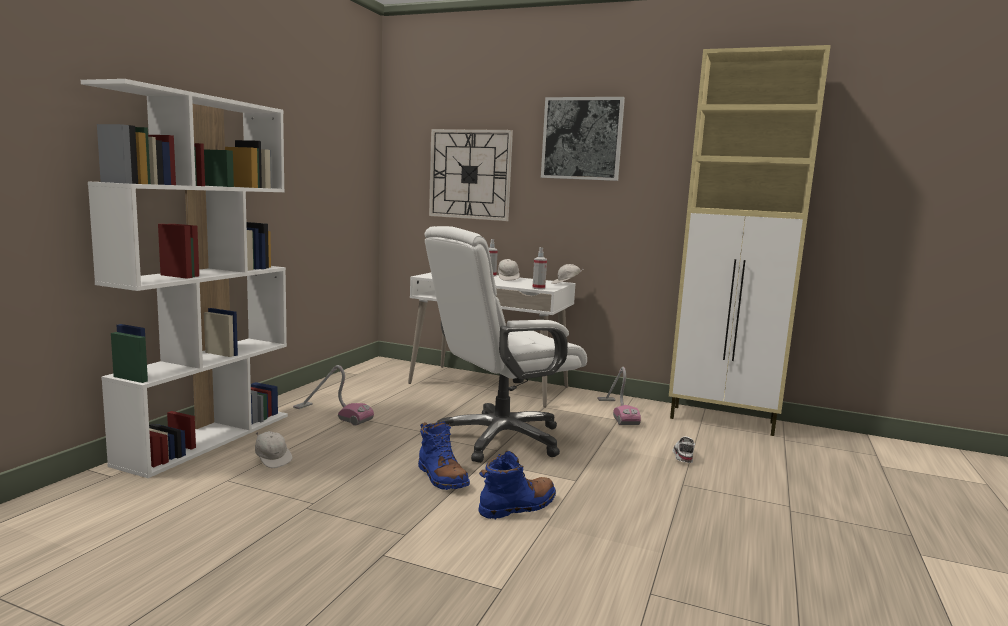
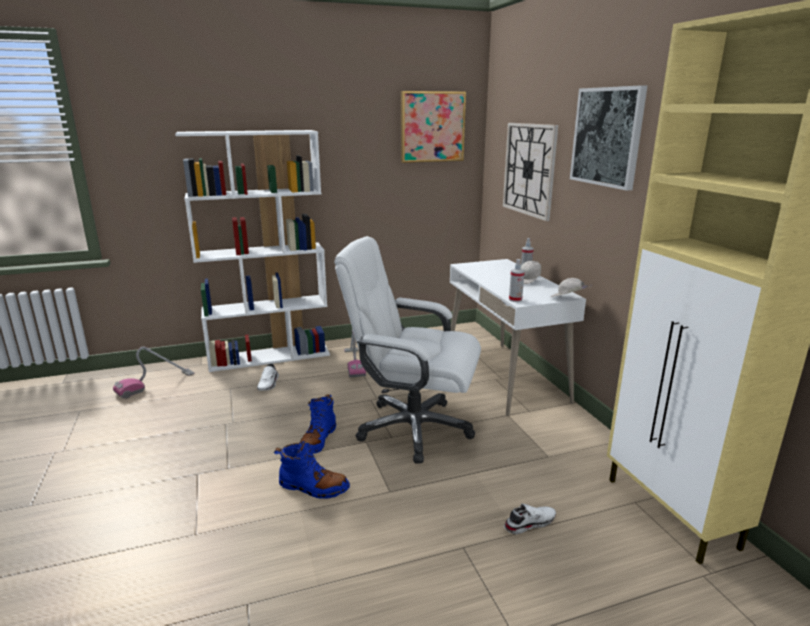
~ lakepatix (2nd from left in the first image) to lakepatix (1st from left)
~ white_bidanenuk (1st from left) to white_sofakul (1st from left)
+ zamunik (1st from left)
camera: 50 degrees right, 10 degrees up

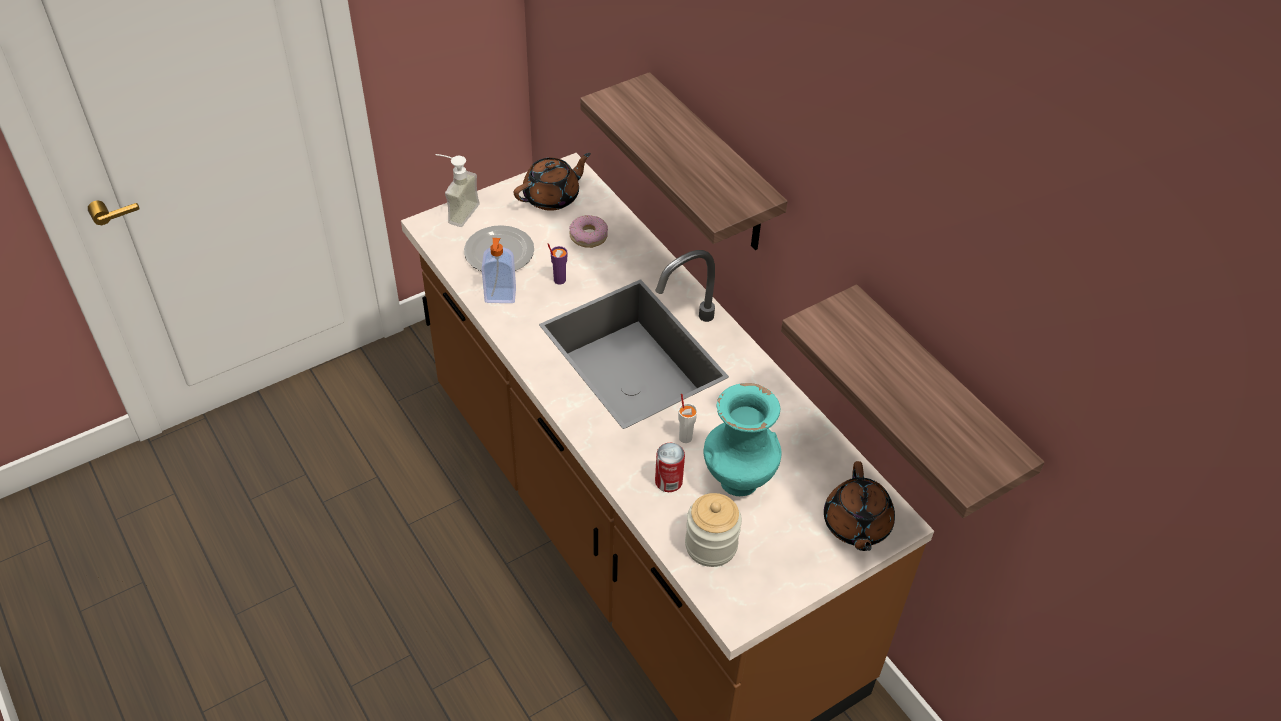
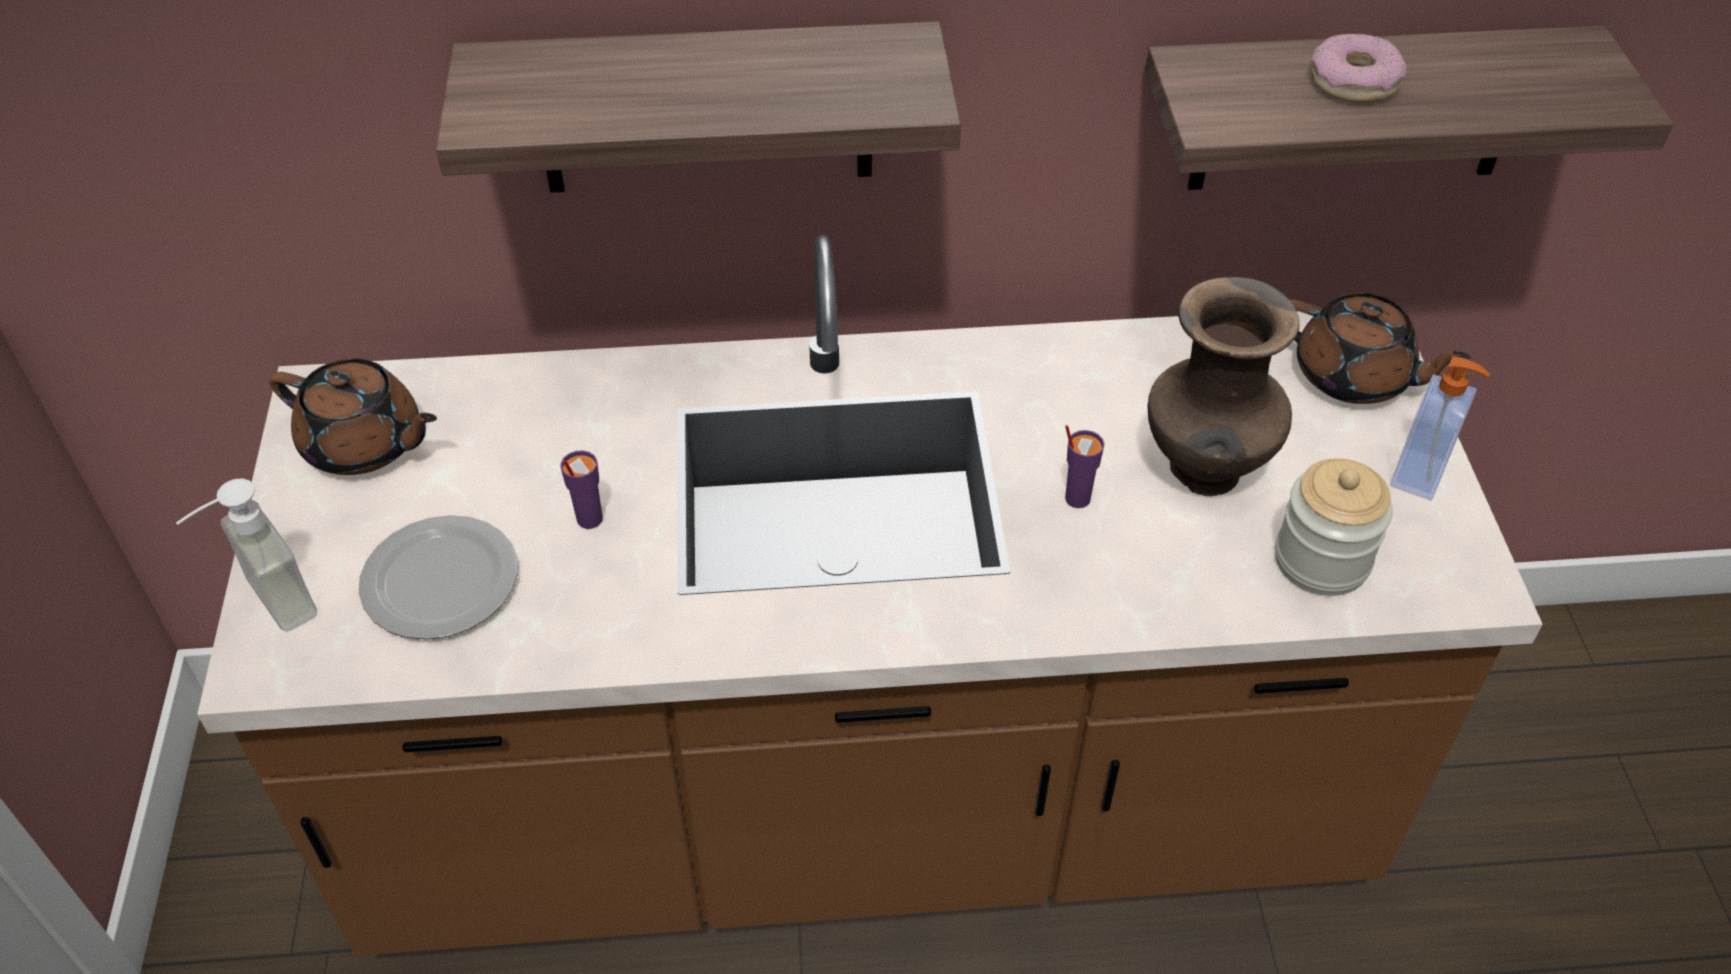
~ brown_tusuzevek (1st from left) 120 degrees clockwise
~ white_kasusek to purple_kasusek (2nd from left)
~ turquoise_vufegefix to brown_vufegefix
~ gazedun
~ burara (2nd from left)
- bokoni
camera: 60 degrees left, 0 degrees up

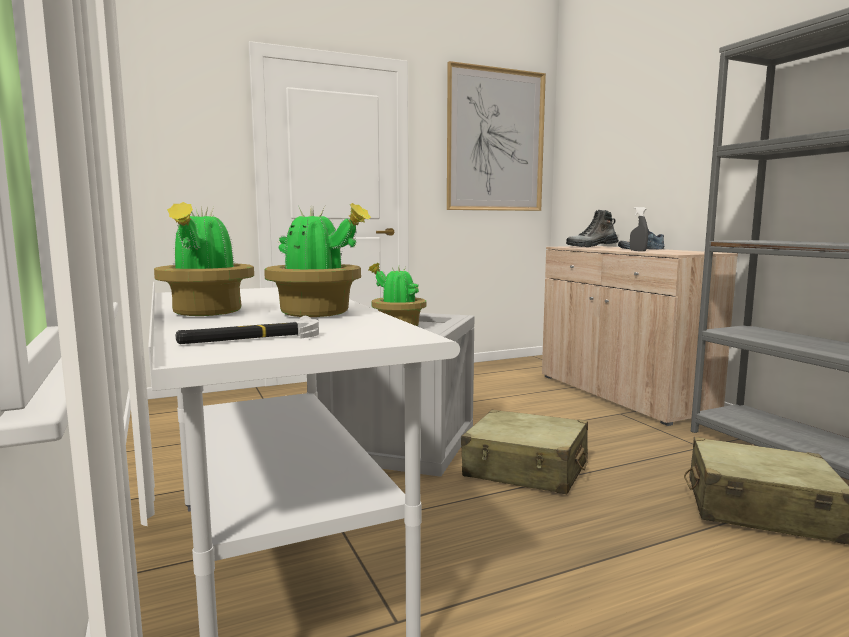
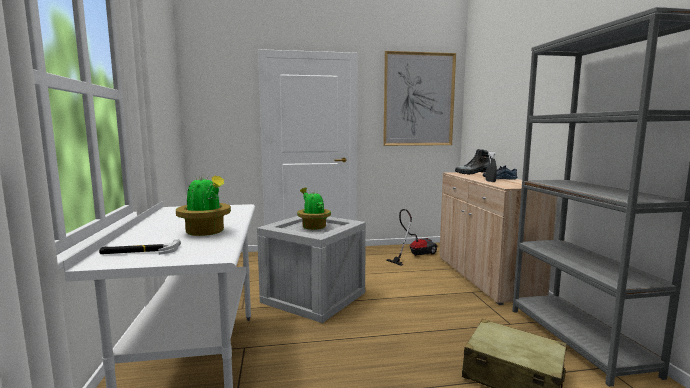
+ lakepatix
- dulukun (1st from left)
- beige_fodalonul (1st from left)
camera: 15 degrees right, 0 degrees up

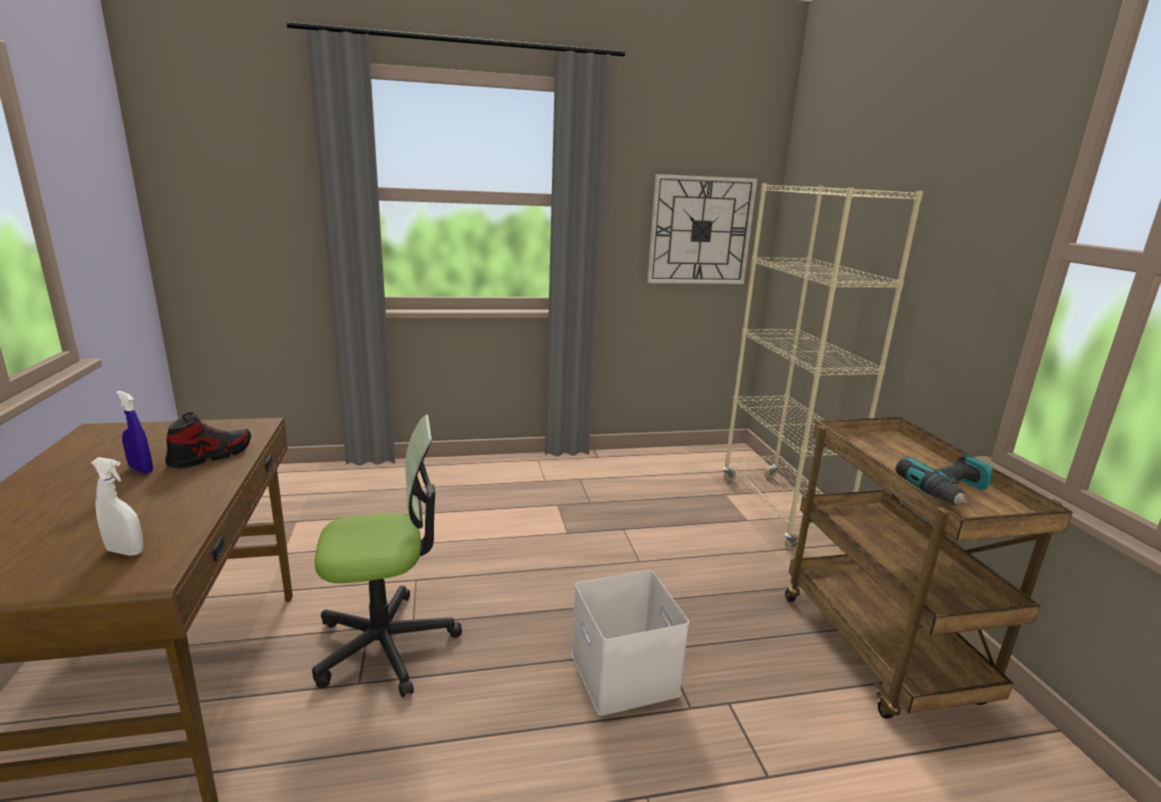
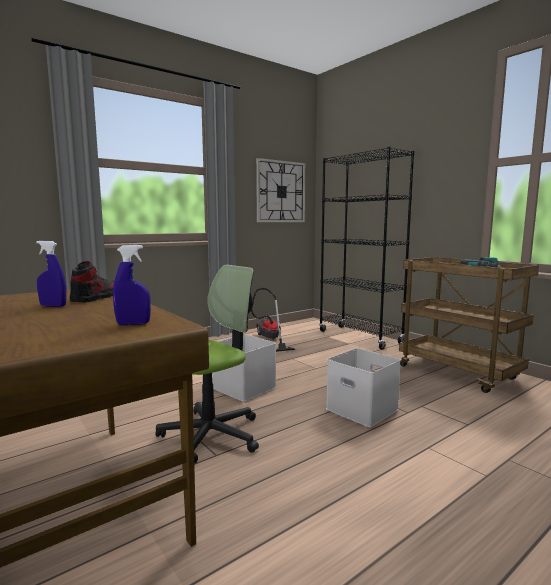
~ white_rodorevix to blue_rodorevix (2nd from left)
+ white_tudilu (1st from left)
+ lakepatix
~ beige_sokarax to black_sokarax
camera: 25 degrees left, 10 degrees down

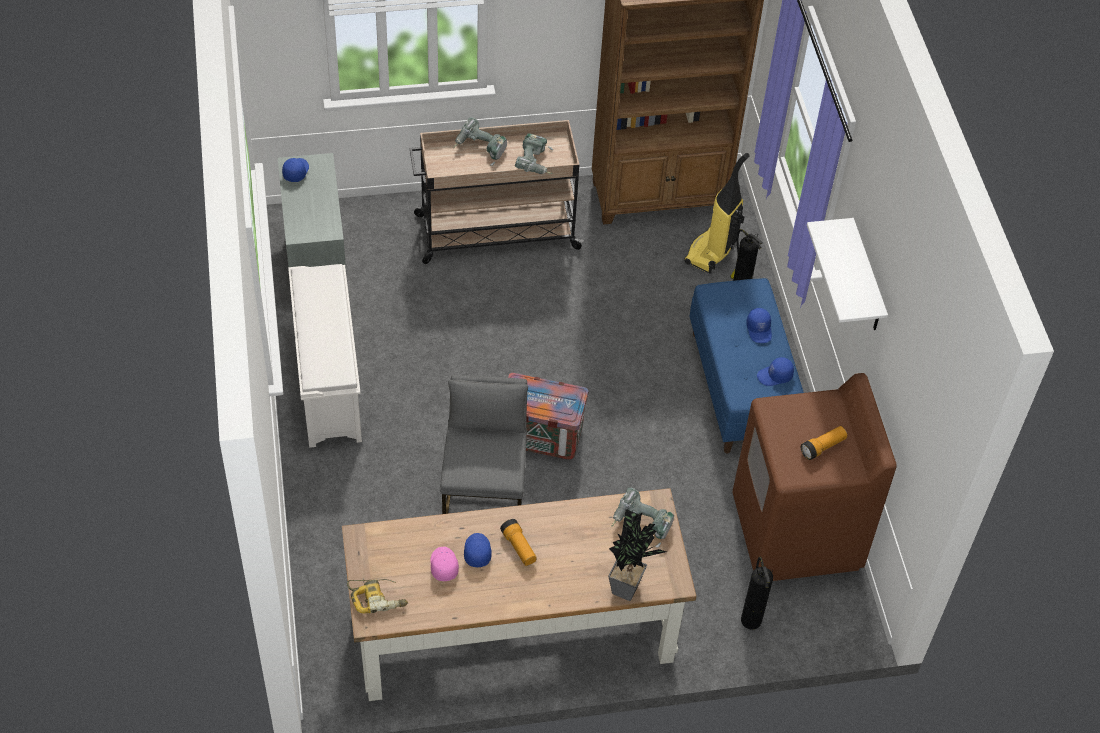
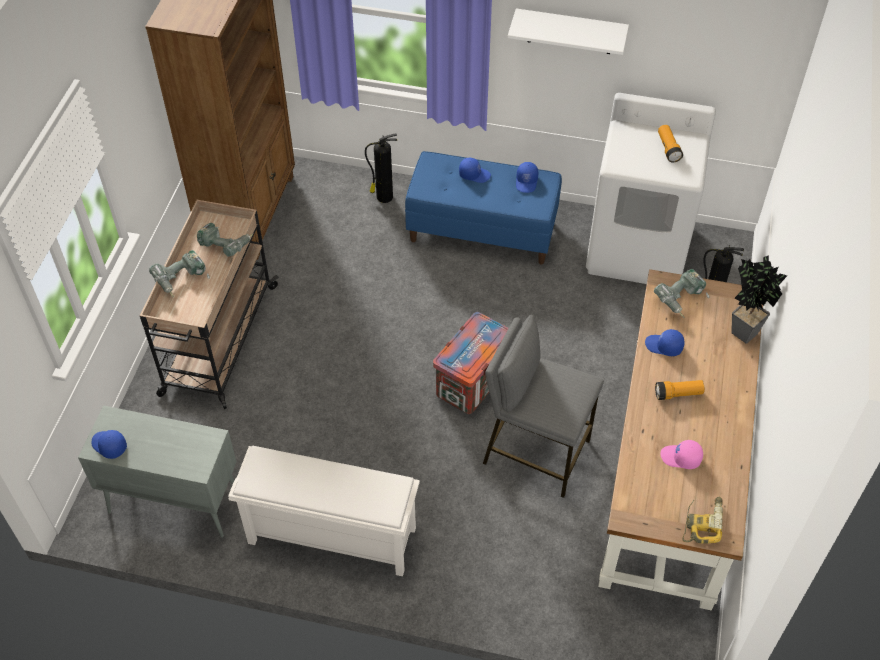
~ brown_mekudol to white_mekudol
~ blue_bidanenuk (2nd from left in the first image) to blue_bidanenuk (4th from left)
- lakepatix
camera: 65 degrees left, 0 degrees up

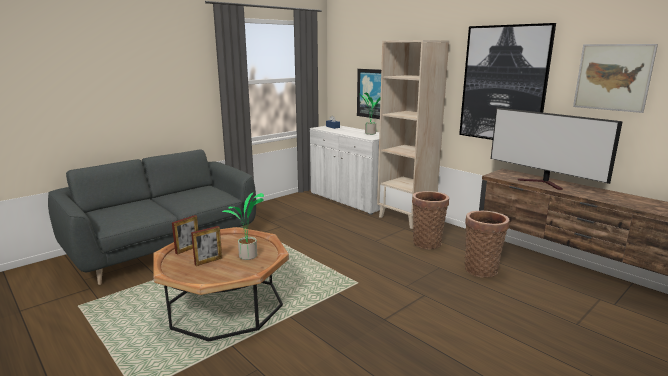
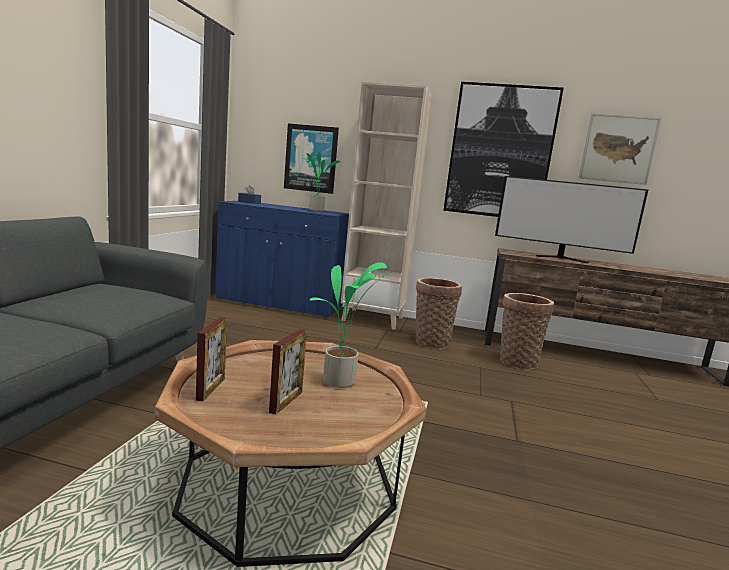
~ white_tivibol to blue_tivibol
camera: 35 degrees left, 5 degrees down

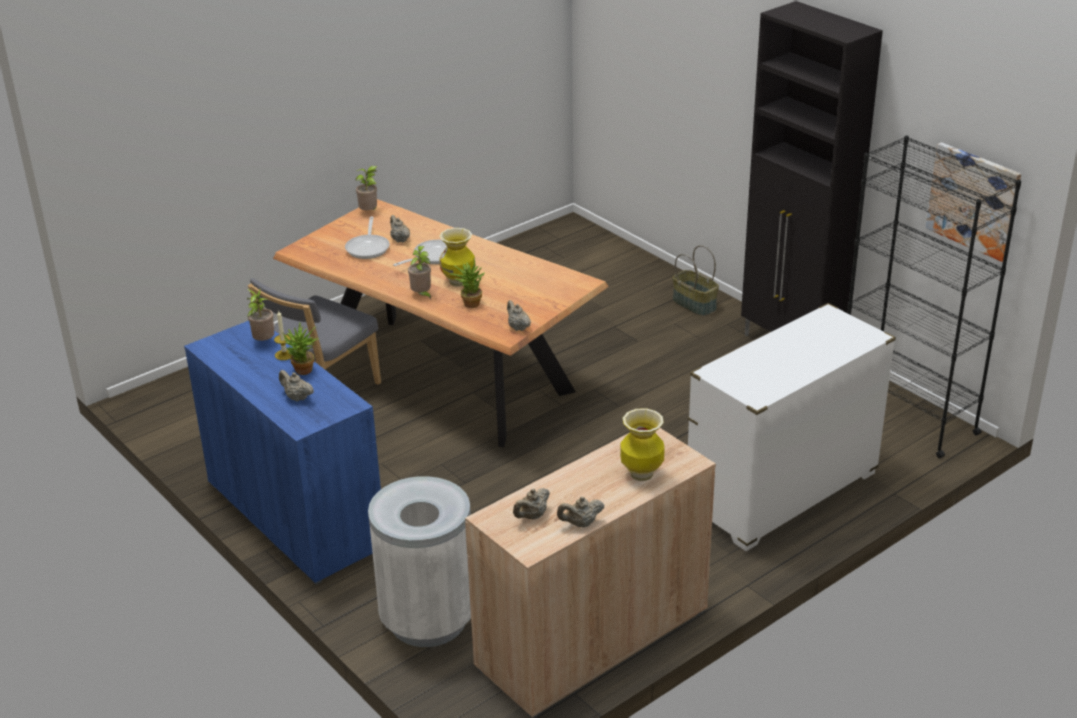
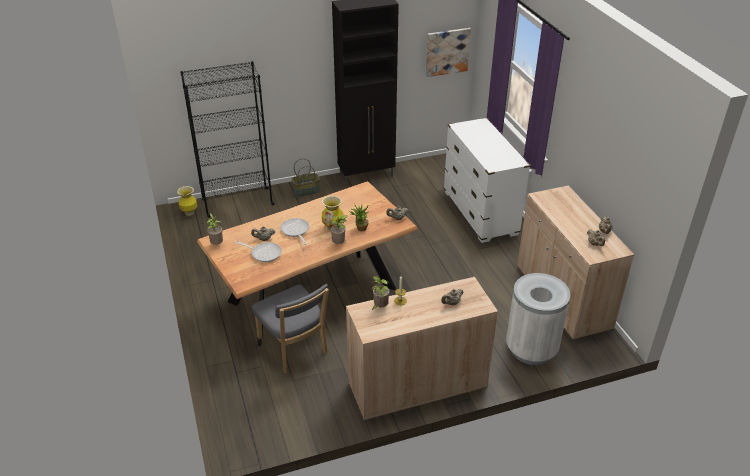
~ vufegefix (2nd from left in the first image) to vufegefix (1st from left)
~ black_sokarax
~ blue_tivibol to beige_tivibol (1st from left)
- dulukun (2nd from left)
camera: 70 degrees left, 5 degrees up

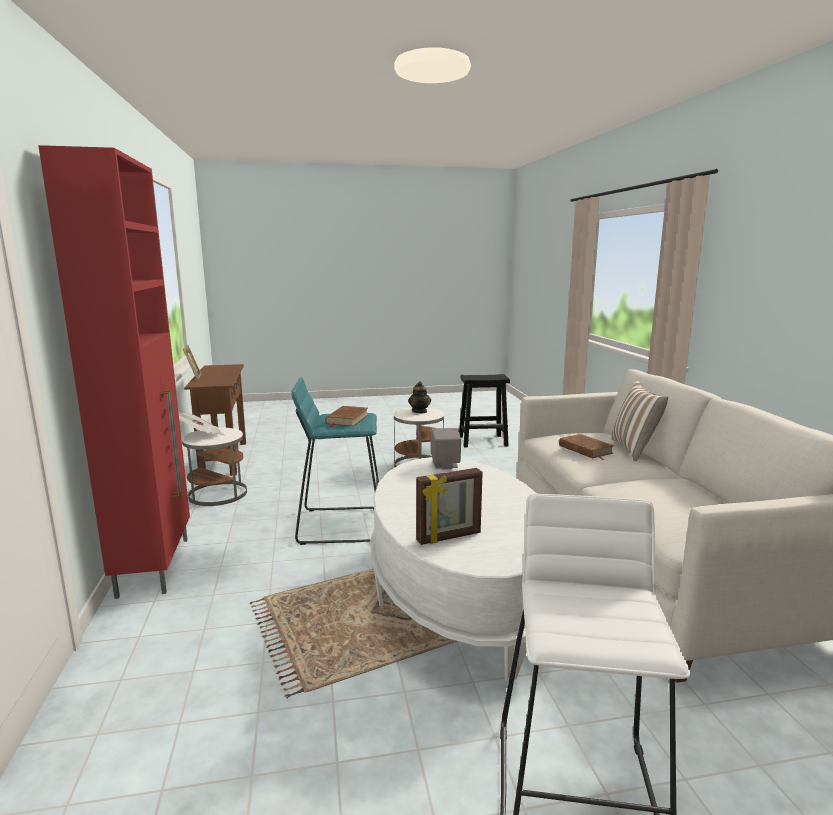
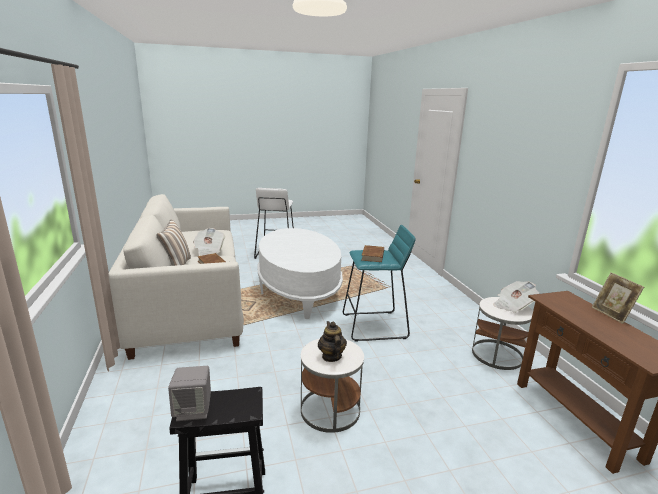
~ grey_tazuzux
+ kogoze (1st from left)
- red_tivibol
- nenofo (2nd from left)
camera: 175 degrees right, 5 degrees up

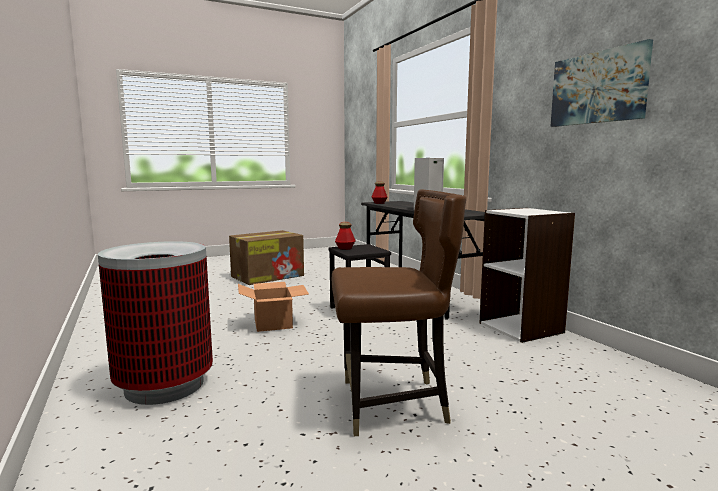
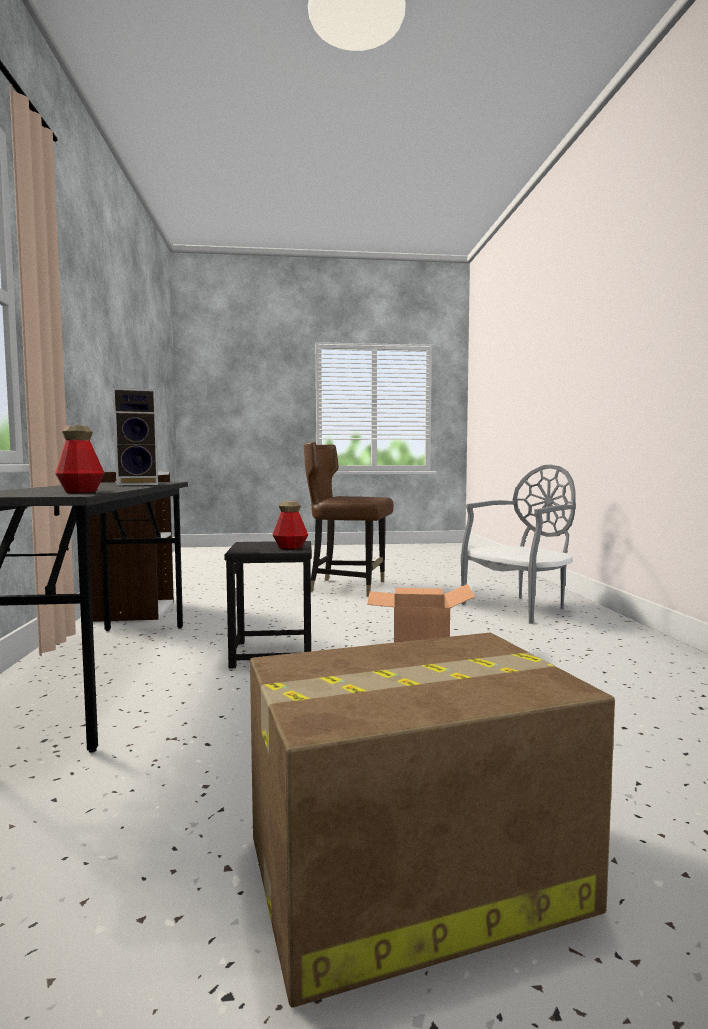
~ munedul to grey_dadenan
- zamunik
camera: 160 degrees left, 5 degrees down

